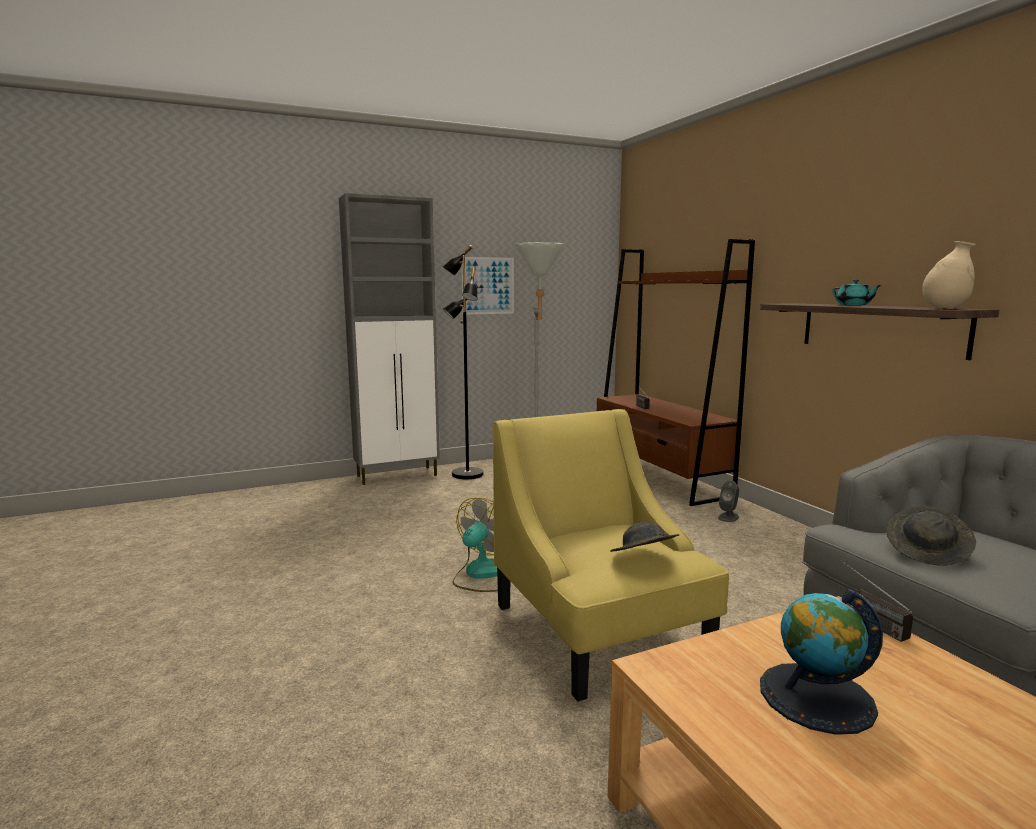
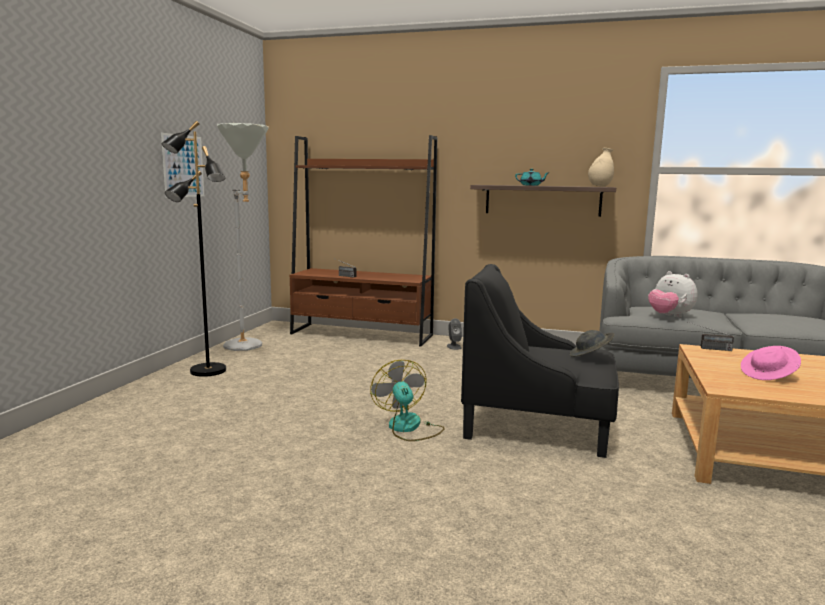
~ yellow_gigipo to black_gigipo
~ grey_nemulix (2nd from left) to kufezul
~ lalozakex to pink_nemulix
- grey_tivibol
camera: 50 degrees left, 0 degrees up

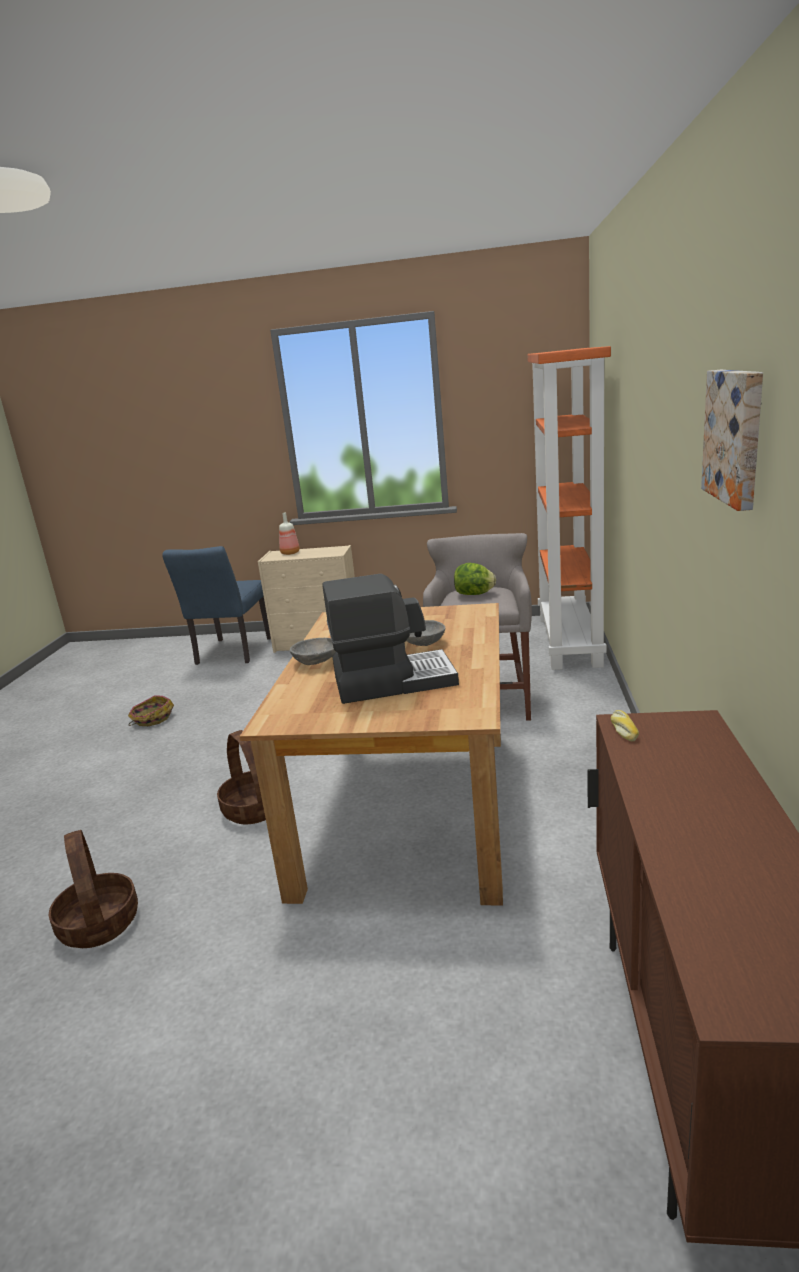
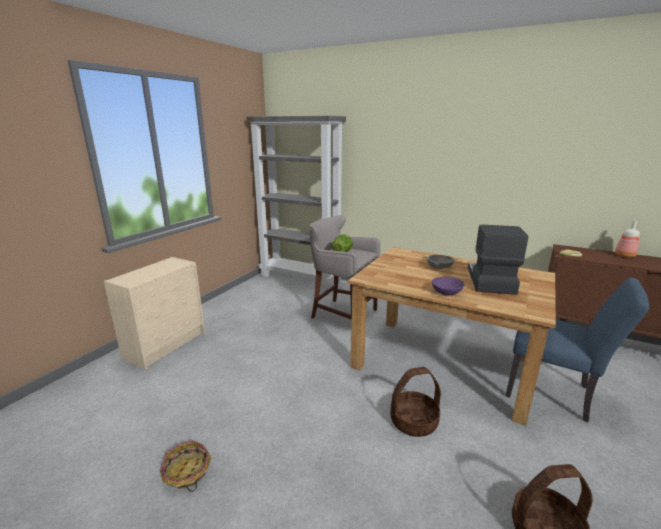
~ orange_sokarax to grey_sokarax
~ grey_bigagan (1st from left) to purple_bigagan
~ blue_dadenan
~ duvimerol
- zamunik
camera: 70 degrees left, 0 degrees up

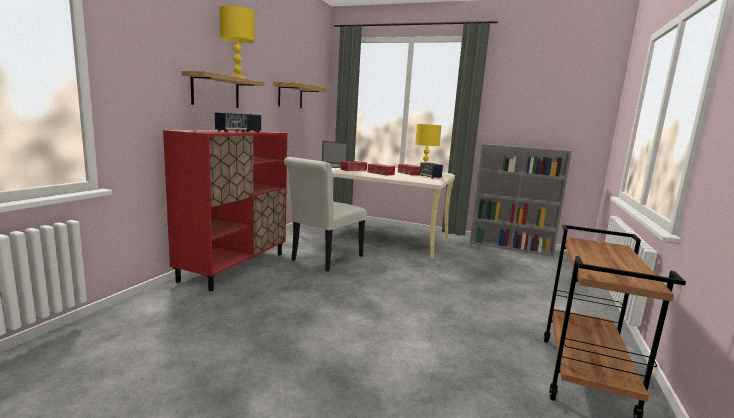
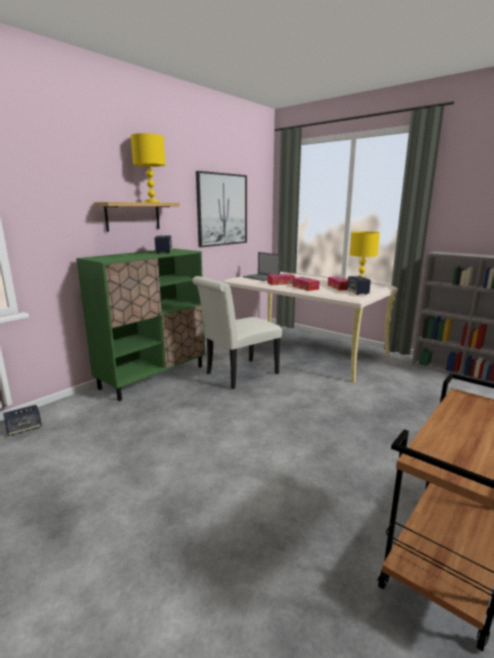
~ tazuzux (1st from left)
~ red_tivibol to green_tivibol
~ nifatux (2nd from left) to zamunik
camera: 20 degrees right, 5 degrees up

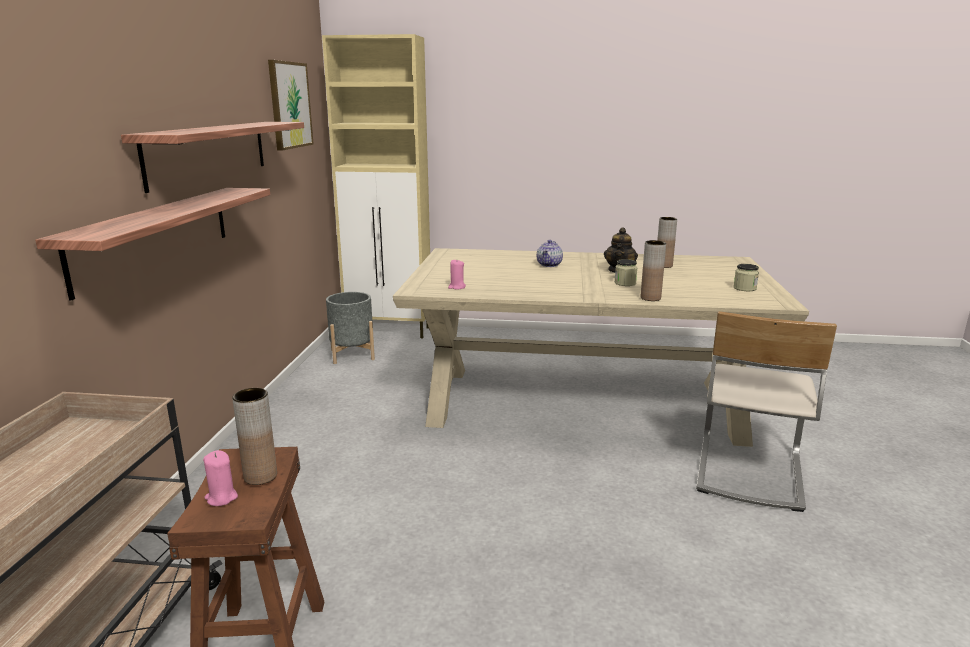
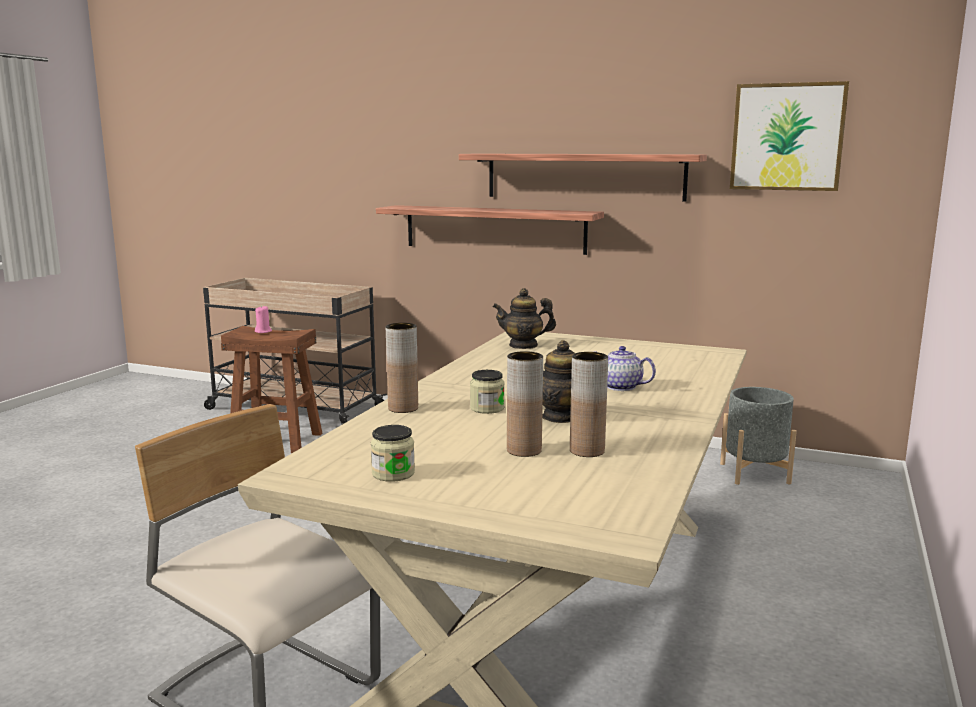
~ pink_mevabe (2nd from left) to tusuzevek (1st from left)
~ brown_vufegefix (1st from left in the first image) to brown_vufegefix (2nd from left)
- beige_tivibol
camera: 105 degrees right, 5 degrees down

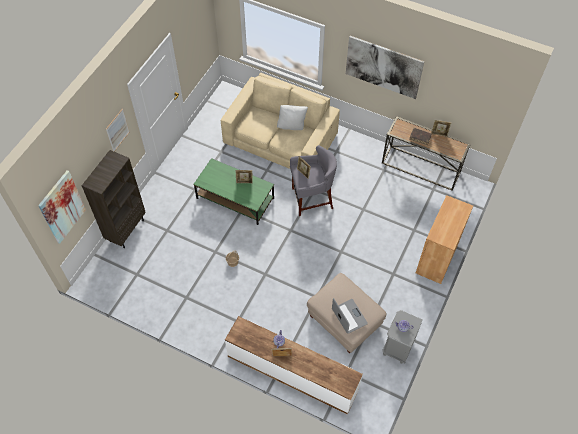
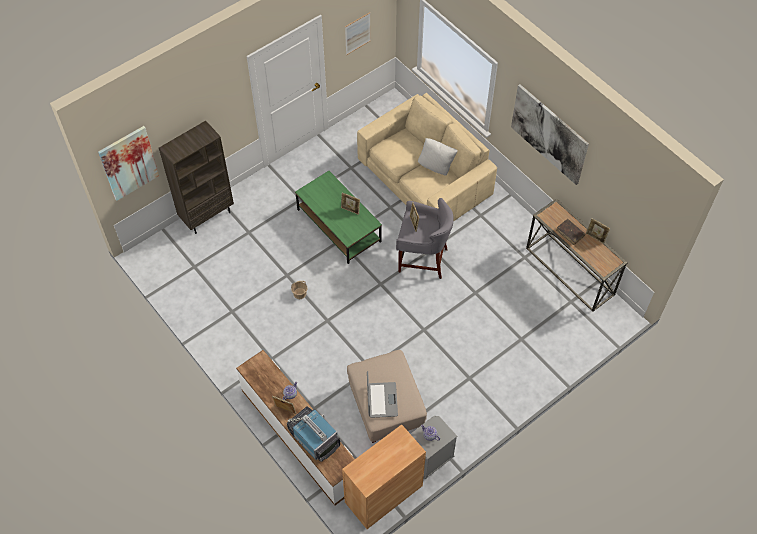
+ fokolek
~ brown_tivibol
~ zamunik (2nd from left)
camera: 25 degrees right, 0 degrees up

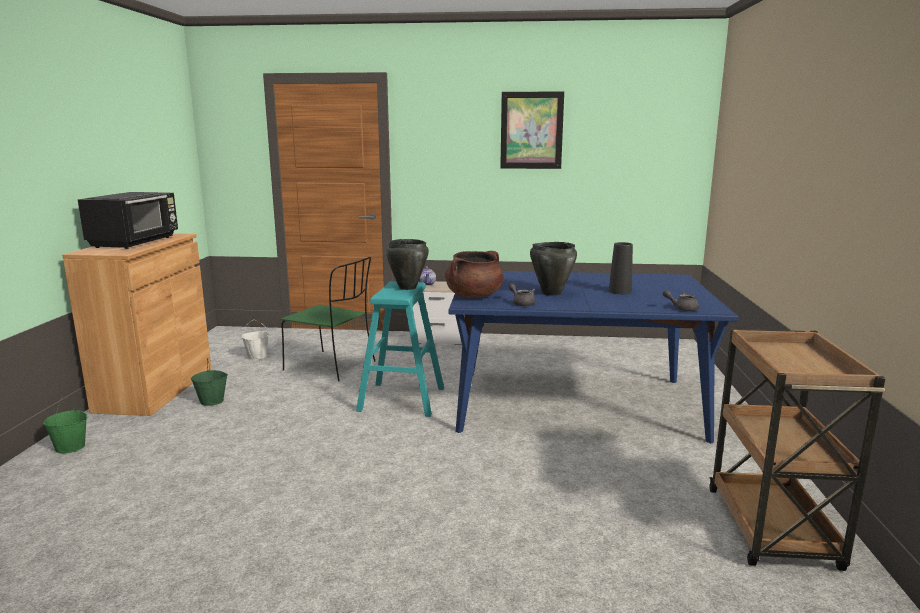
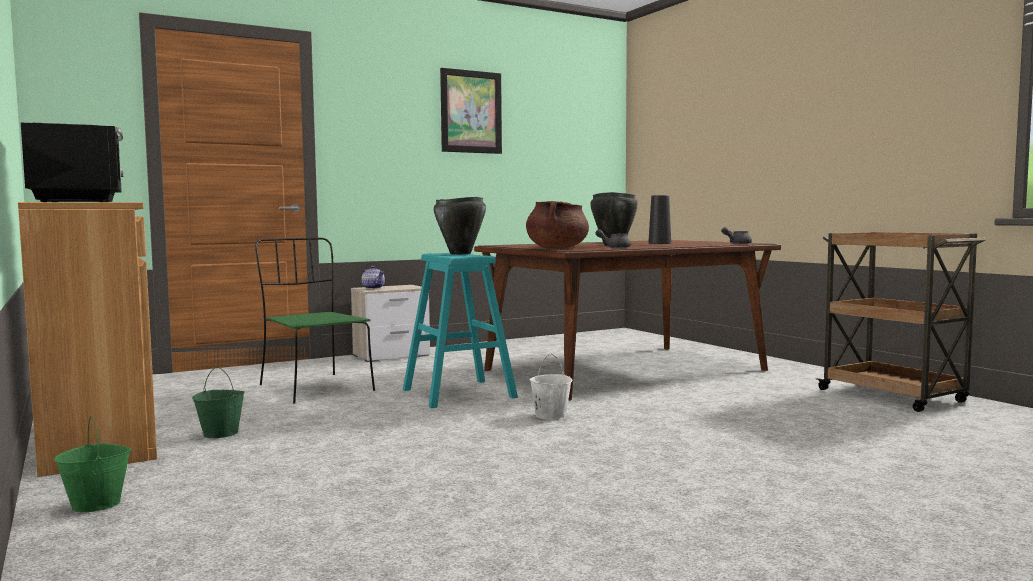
~ green_dadenan 120 degrees counterclockwise
~ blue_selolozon to brown_selolozon
~ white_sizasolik
camera: 35 degrees left, 10 degrees down

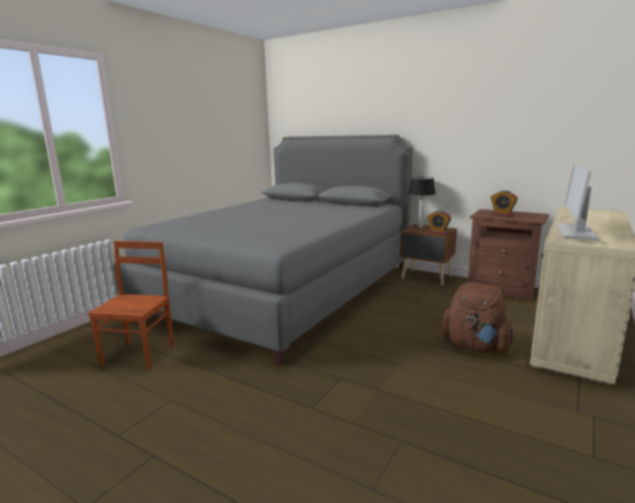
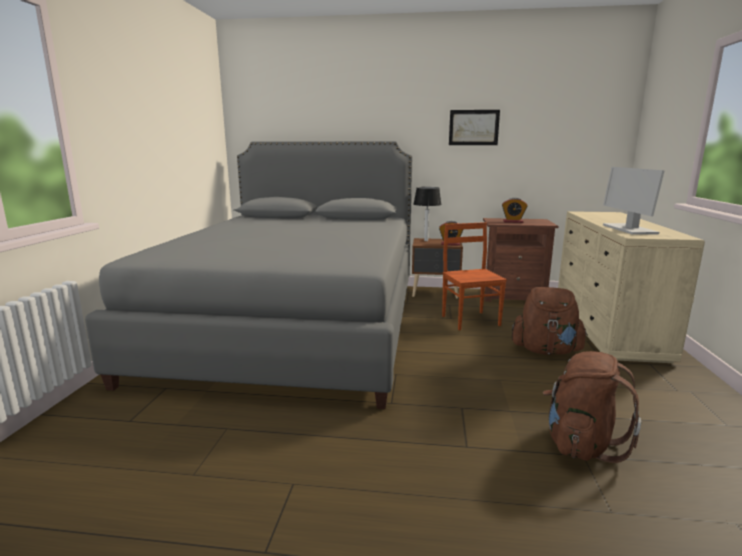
~ brown_dadenan
+ zamunik
+ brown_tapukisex (2nd from left)
camera: 25 degrees left, 0 degrees up

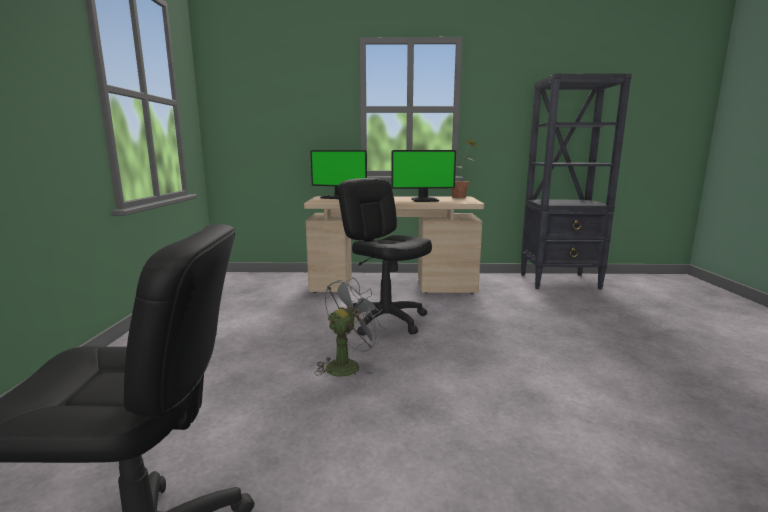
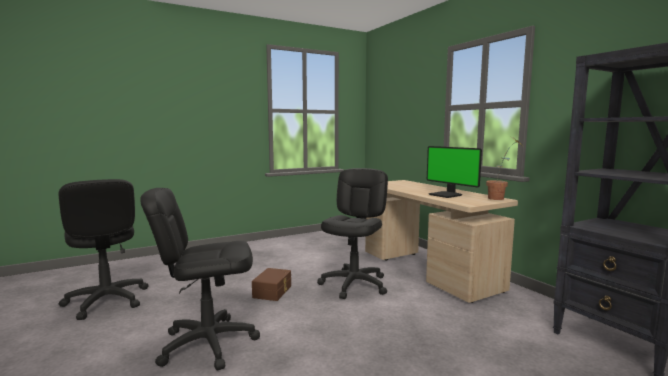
+ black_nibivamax (2nd from left)
~ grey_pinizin to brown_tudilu
- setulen (1st from left)
camera: 60 degrees right, 5 degrees down

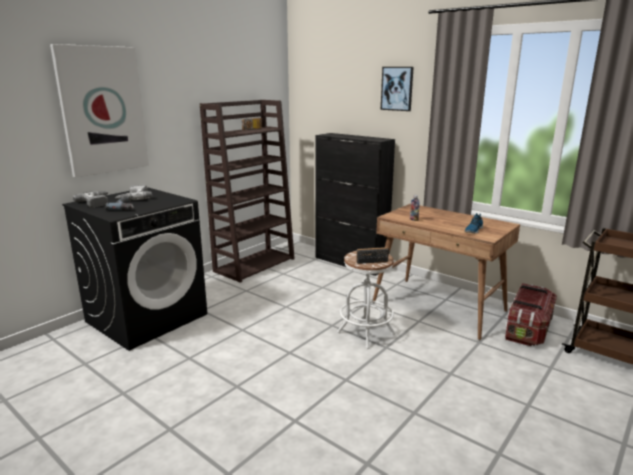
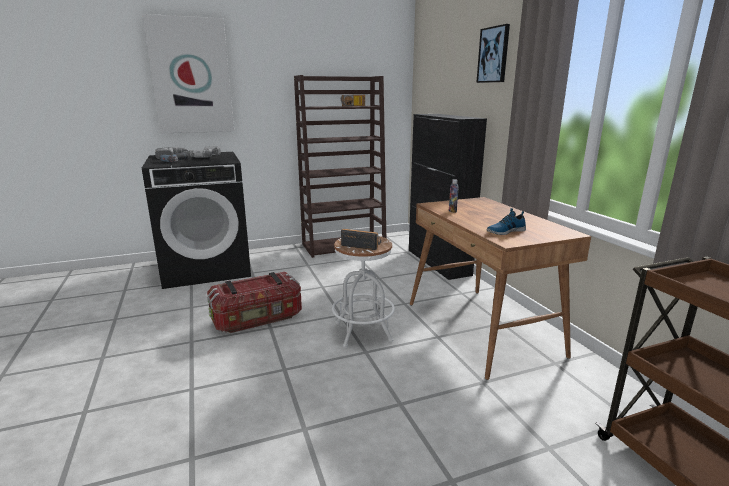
~ tudilu
camera: 30 degrees right, 0 degrees up

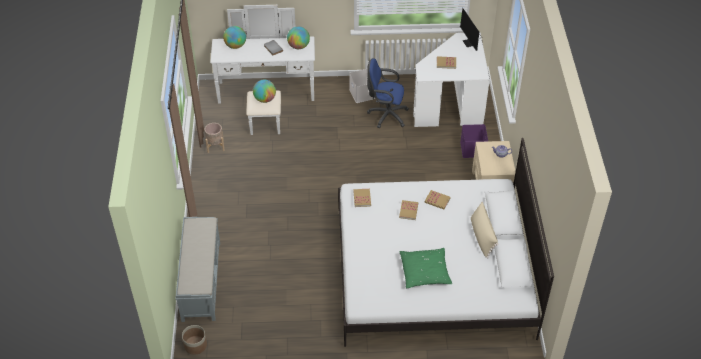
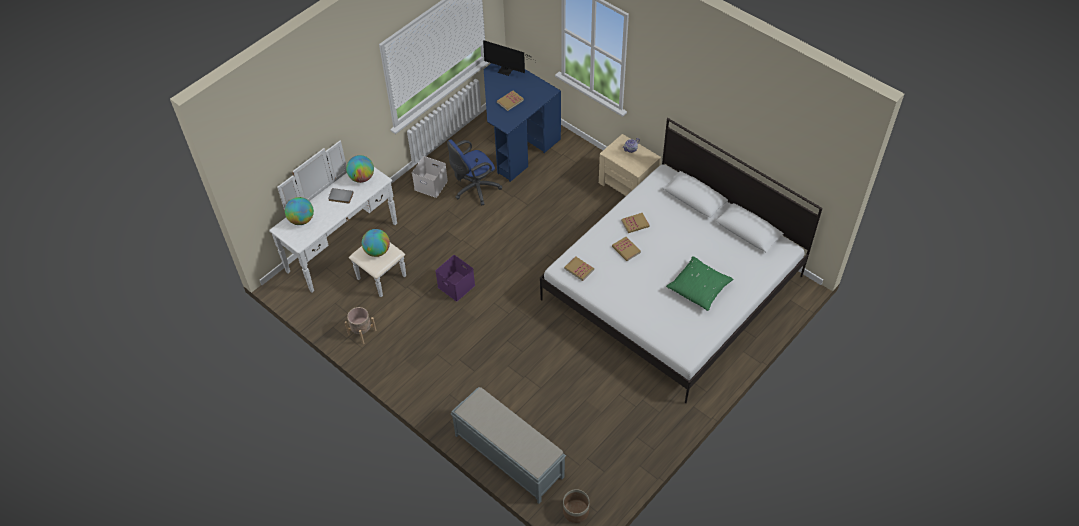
~ purple_tudilu
~ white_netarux to blue_netarux
- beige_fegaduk
camera: 45 degrees left, 5 degrees up

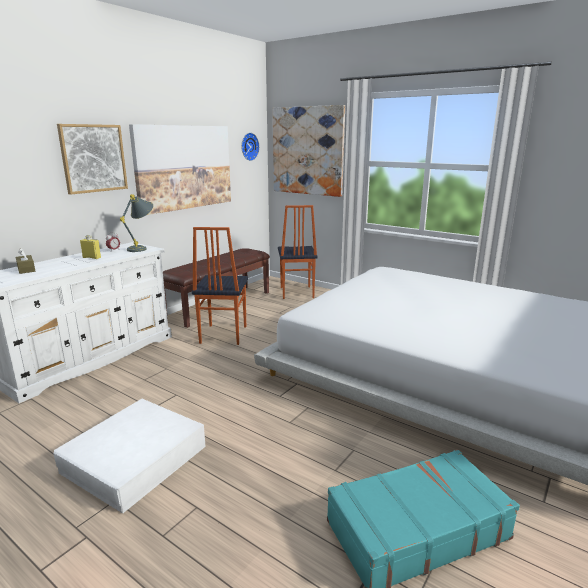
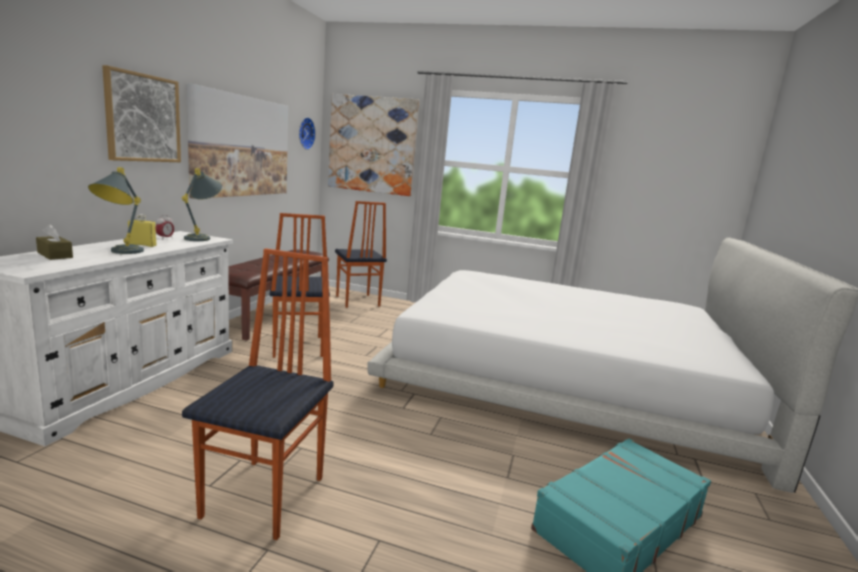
+ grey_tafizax (1st from left)
~ white_tudilu to dadenan (1st from left)
camera: 20 degrees left, 5 degrees down

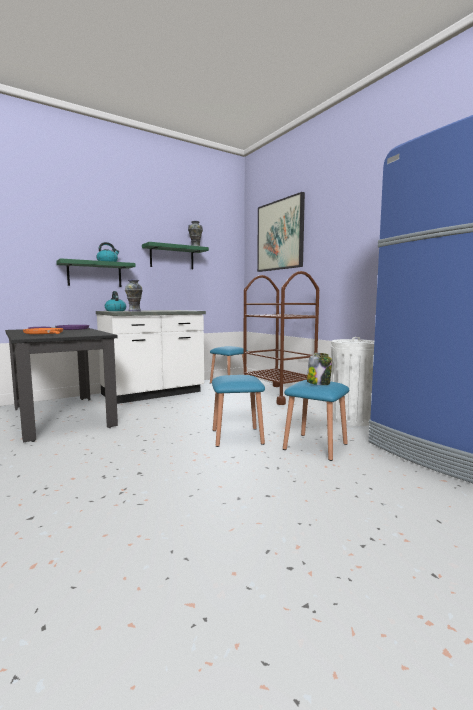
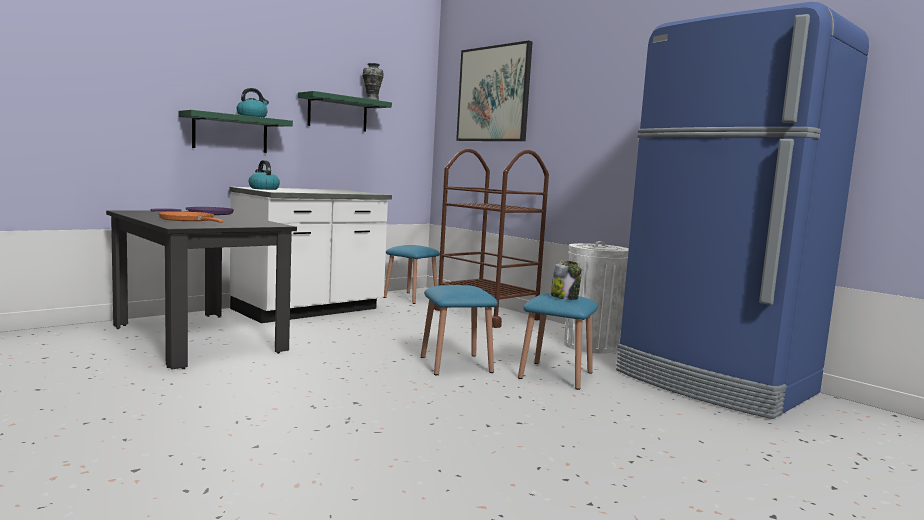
- vufegefix (1st from left)
camera: 10 degrees left, 0 degrees up

